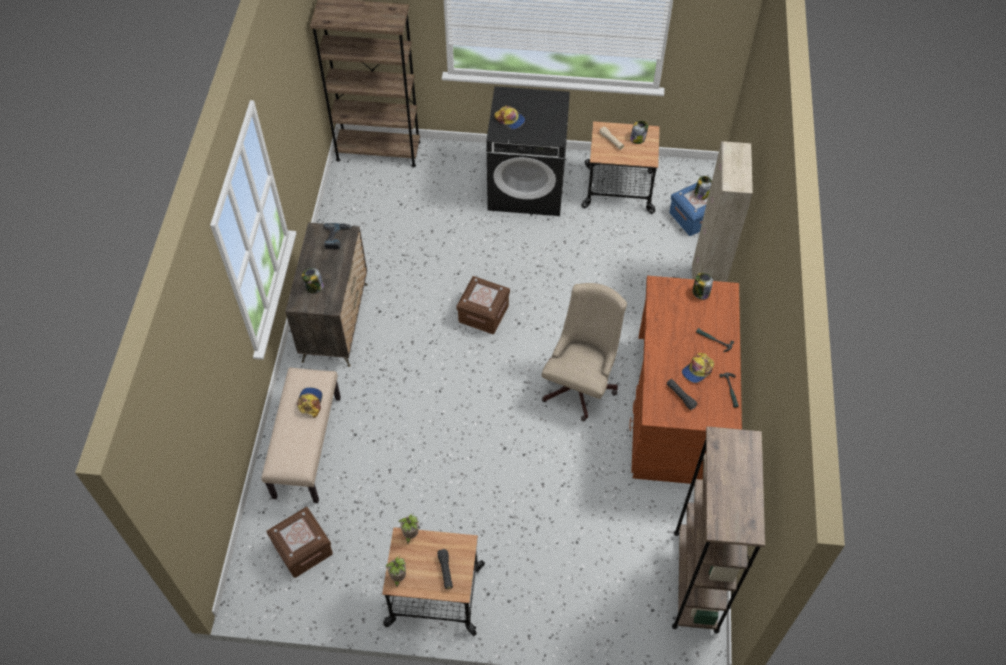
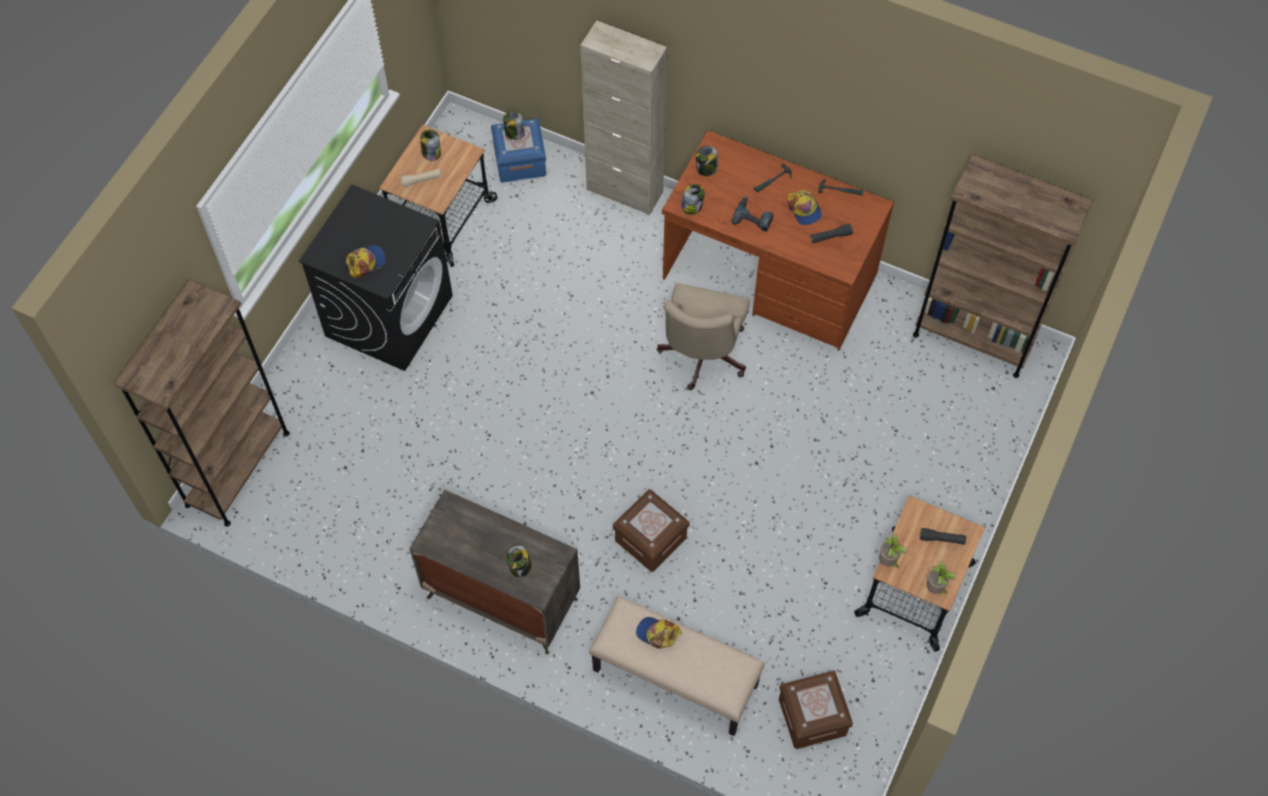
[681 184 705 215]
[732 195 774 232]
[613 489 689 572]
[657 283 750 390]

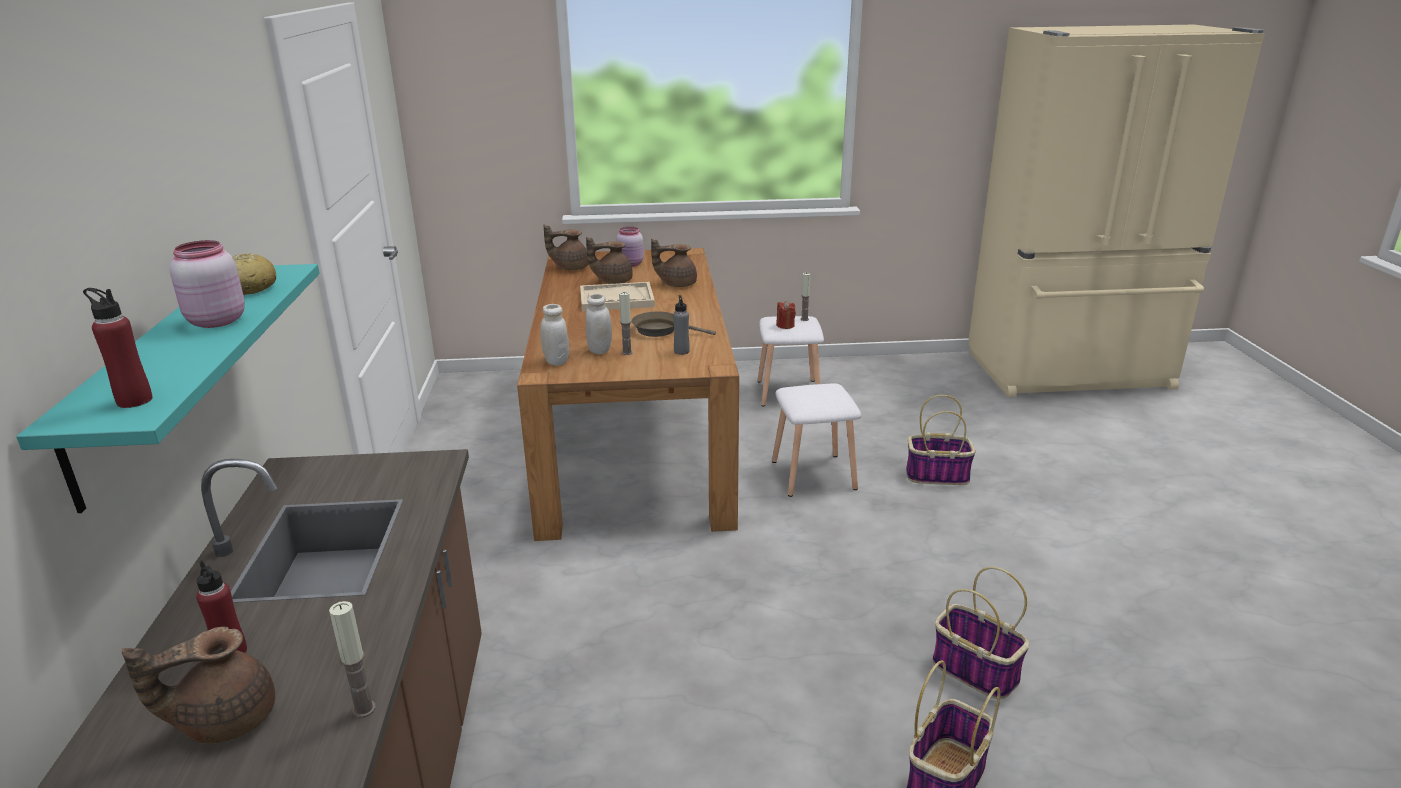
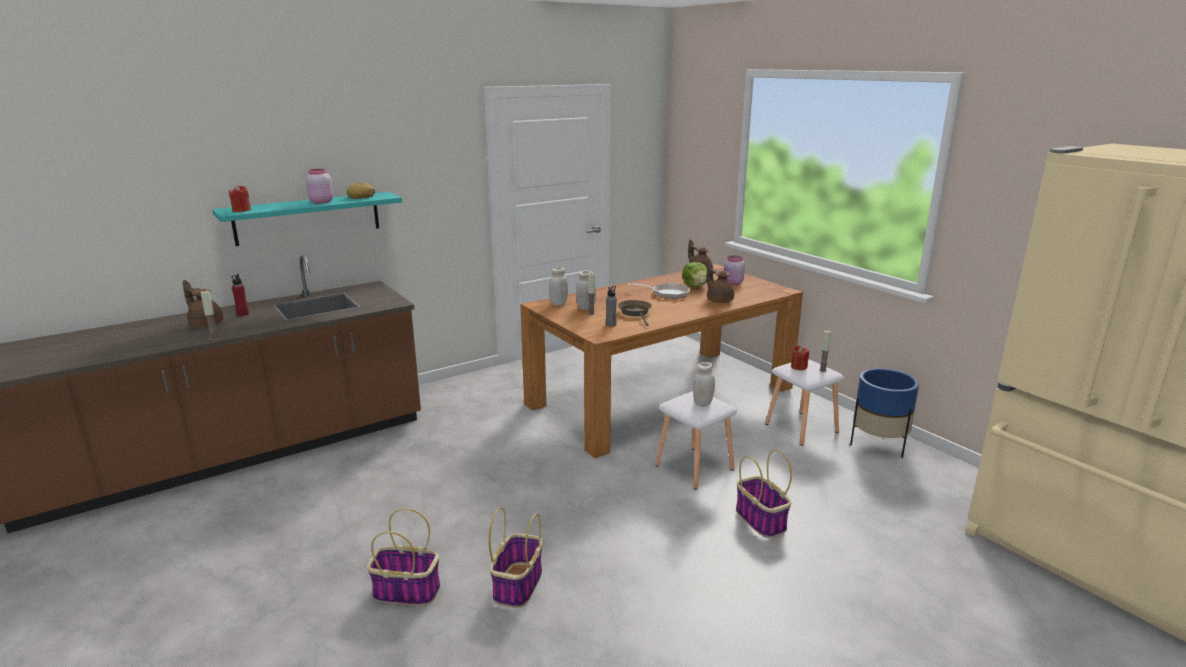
[693 362 715 407]
[850 368 919 458]
[228 185 251 212]
[628 283 690 299]
[682 262 707 287]

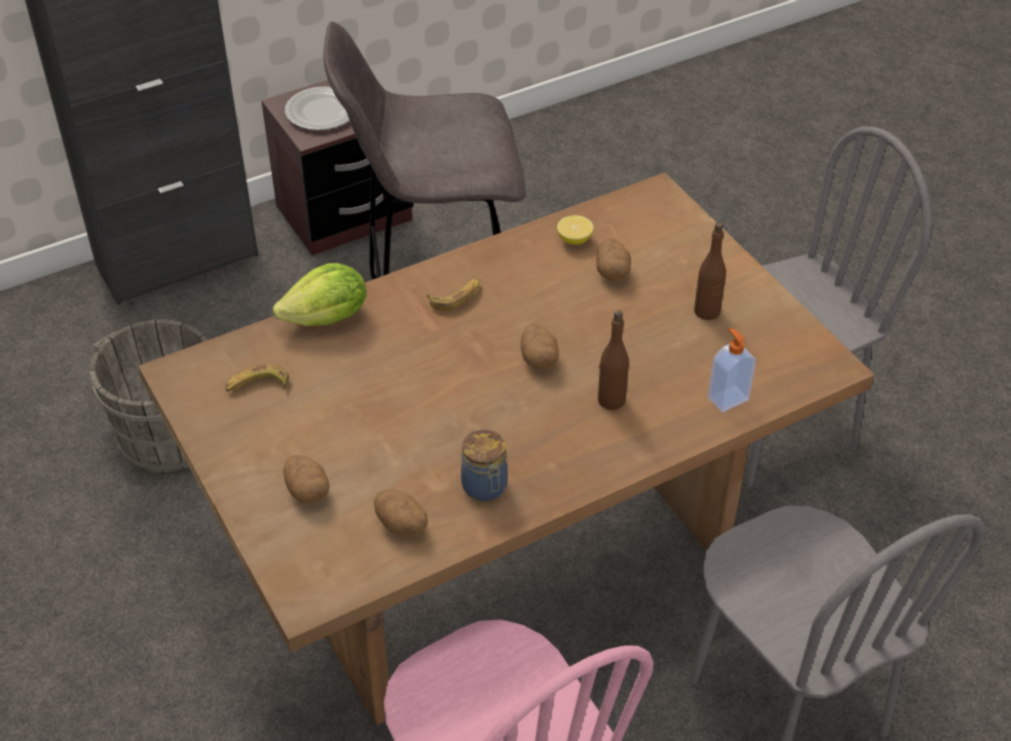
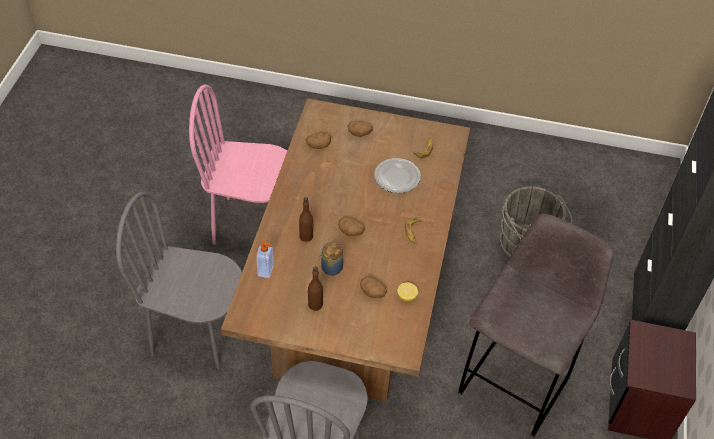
[273 263 367 326] (first image)
[374 158 421 193]
[319 242 343 276]

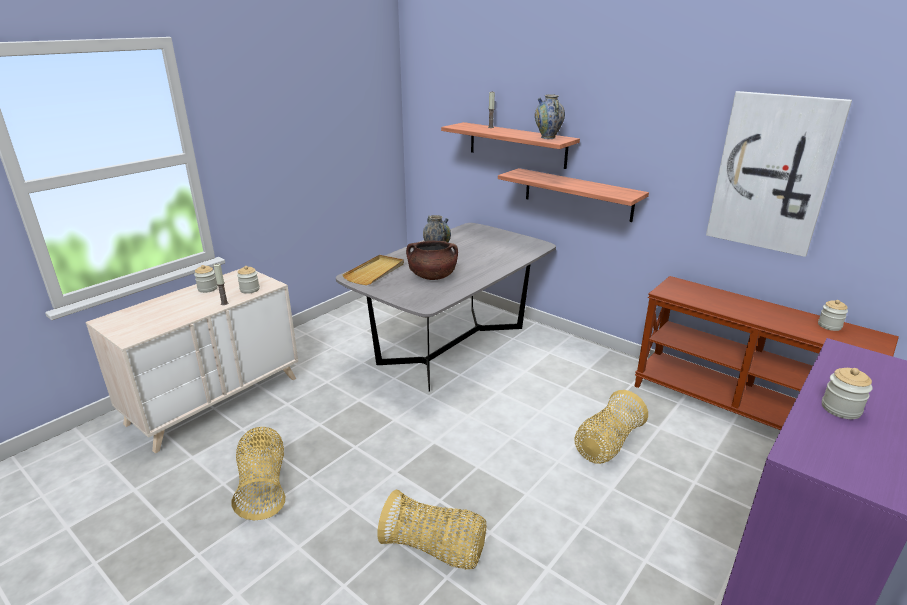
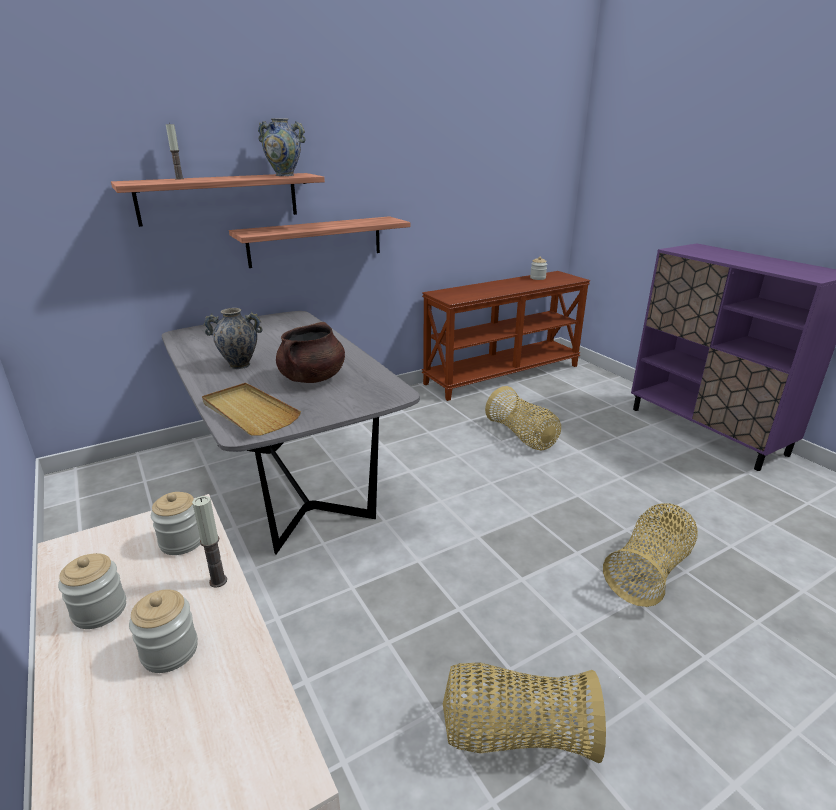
[706 91 852 257] (first image)
[129 589 198 673]

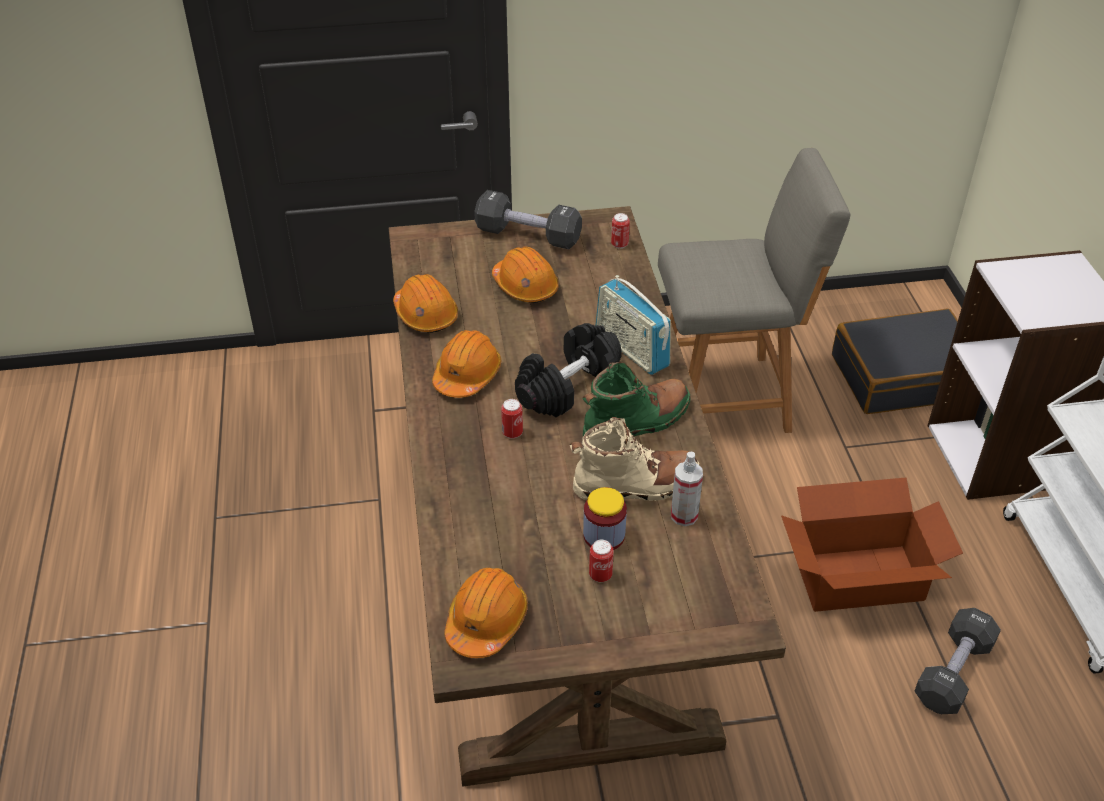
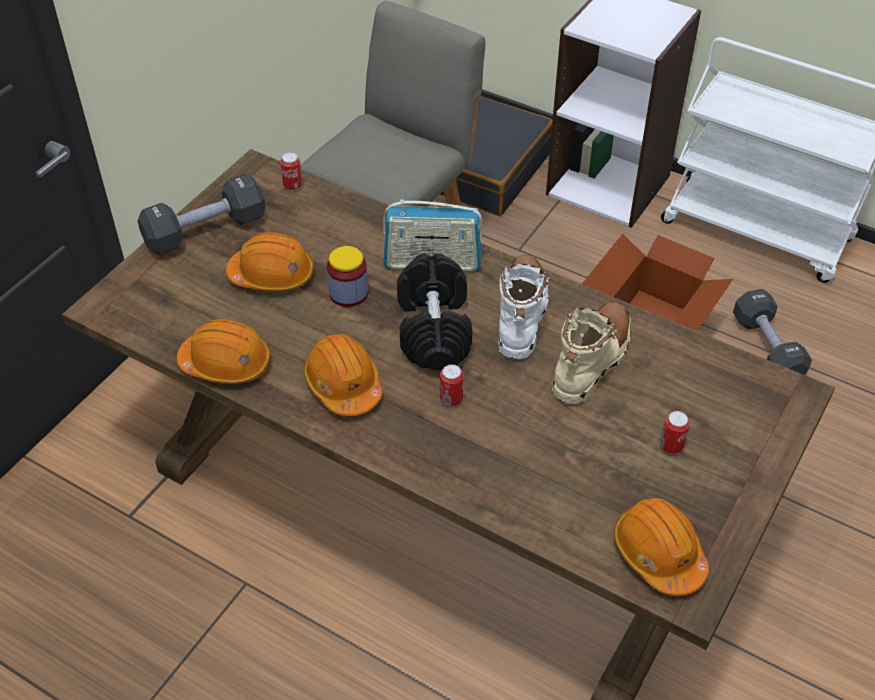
[671 452 703 526] (first image)
[327 246 368 307]
[498 255 550 360]

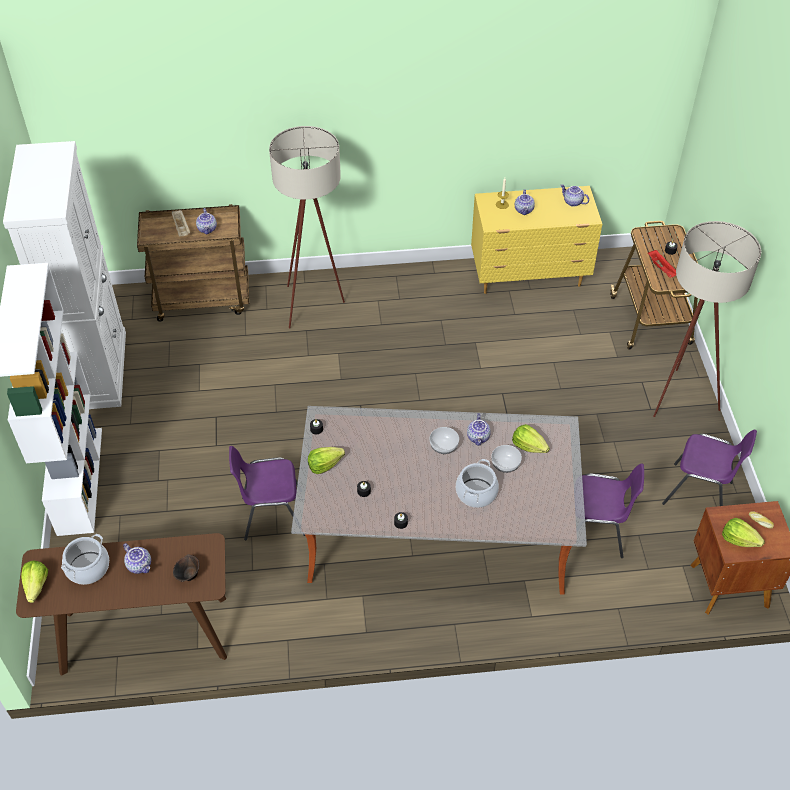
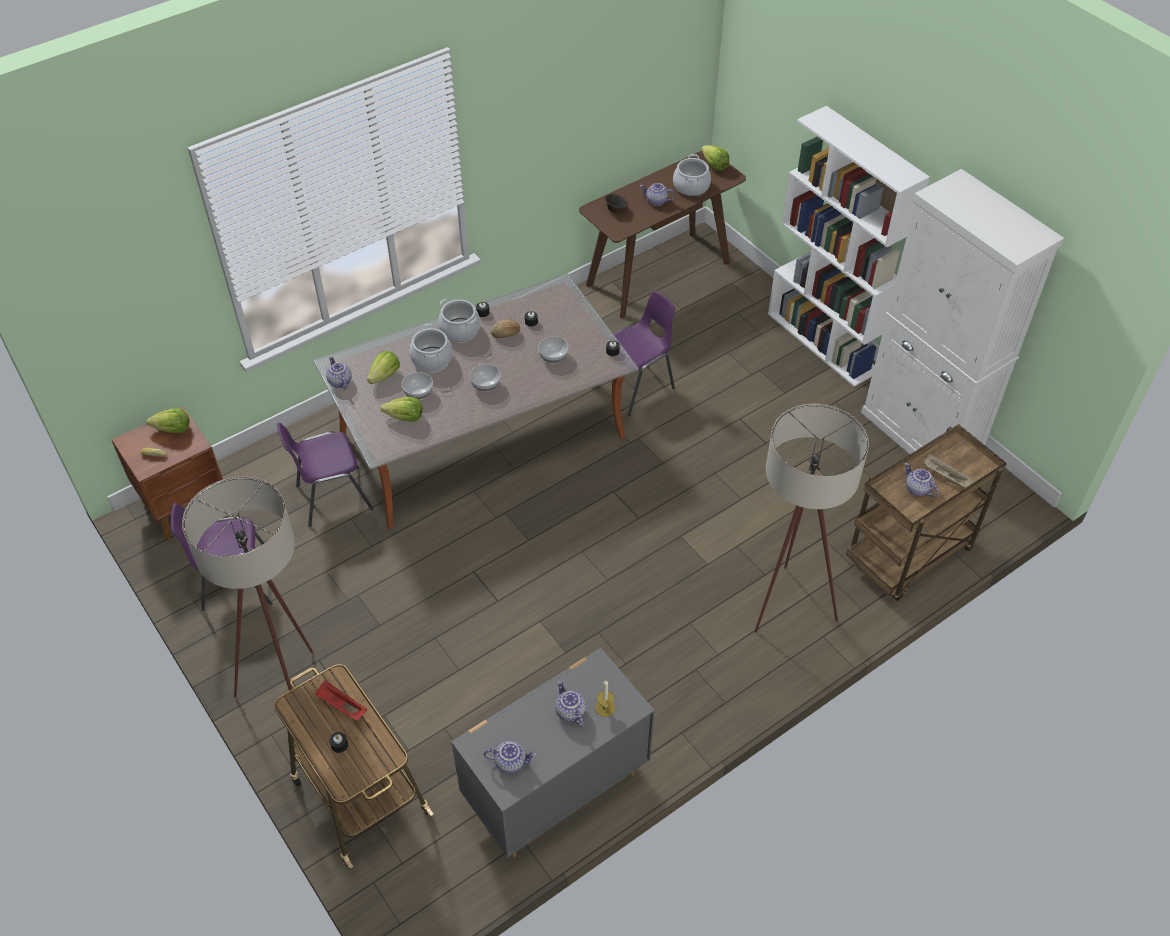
[438 299 480 342]
[491 320 520 338]
[538 336 569 363]
[367 351 400 384]
[326 356 352 389]
[451 648 655 858]

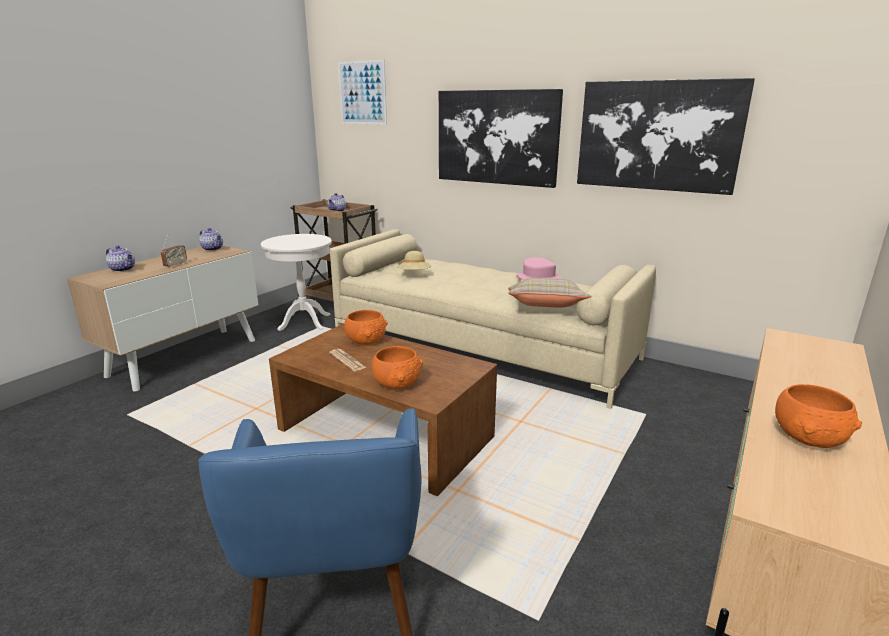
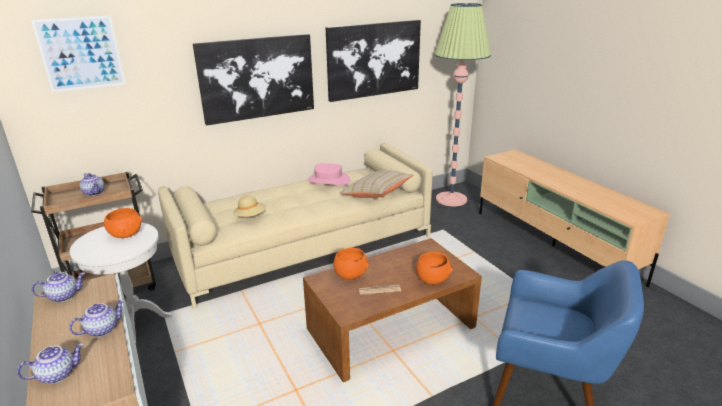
[434 3 491 207]
[104 208 142 238]
[69 300 125 337]

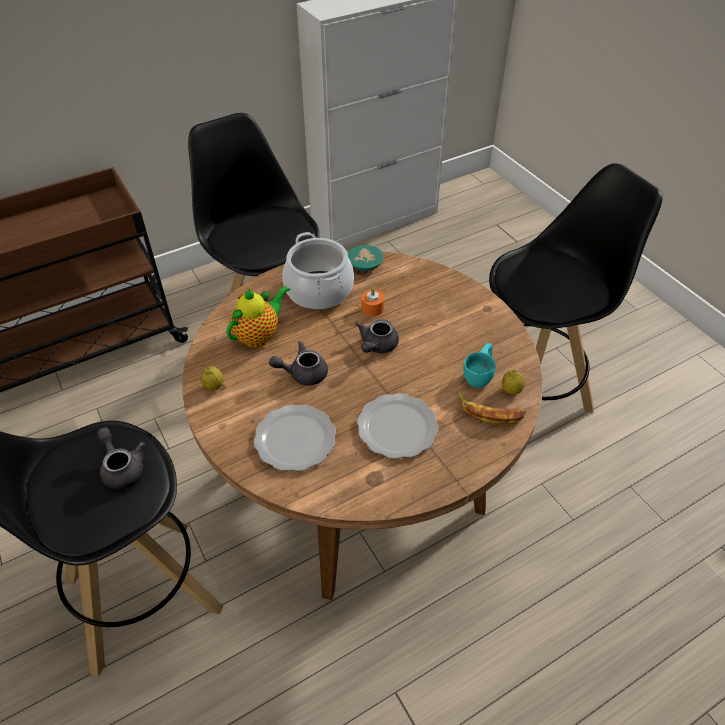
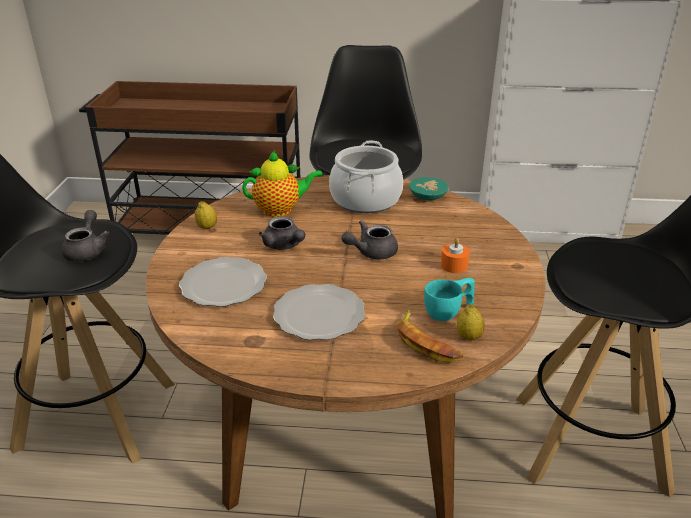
[441 238 470 273]
[259 216 305 250]

